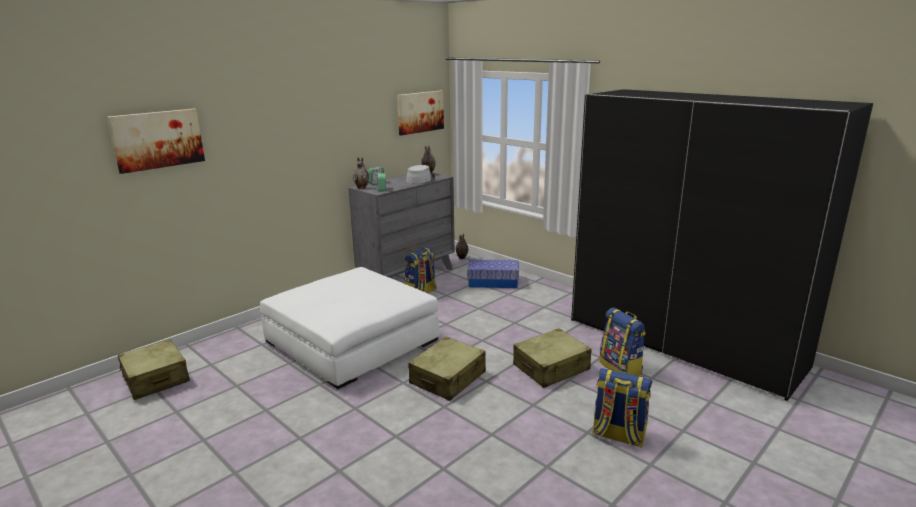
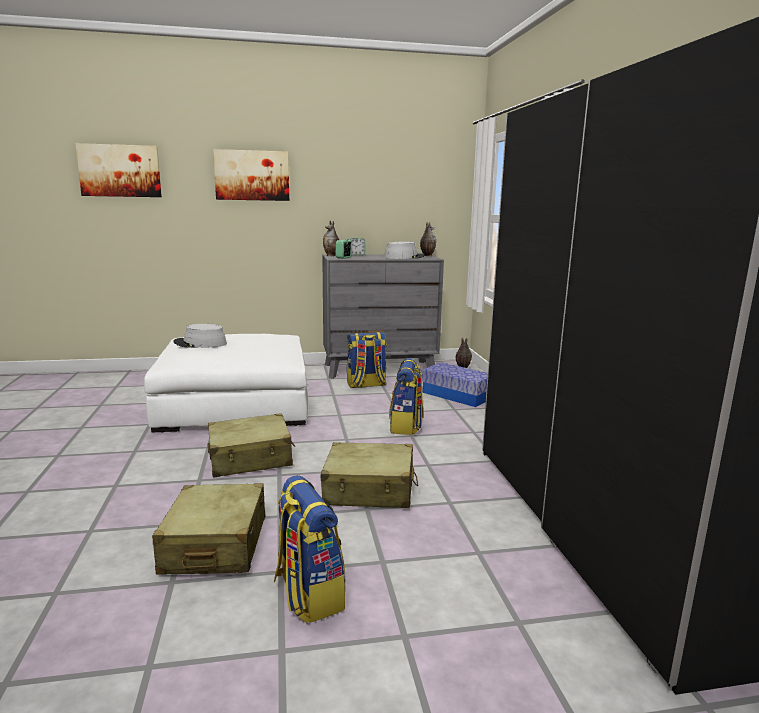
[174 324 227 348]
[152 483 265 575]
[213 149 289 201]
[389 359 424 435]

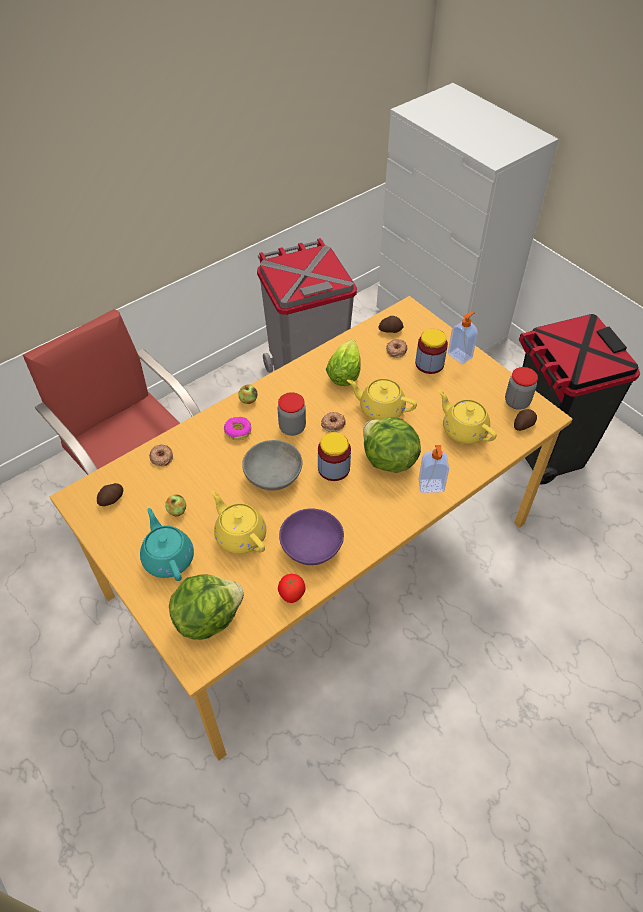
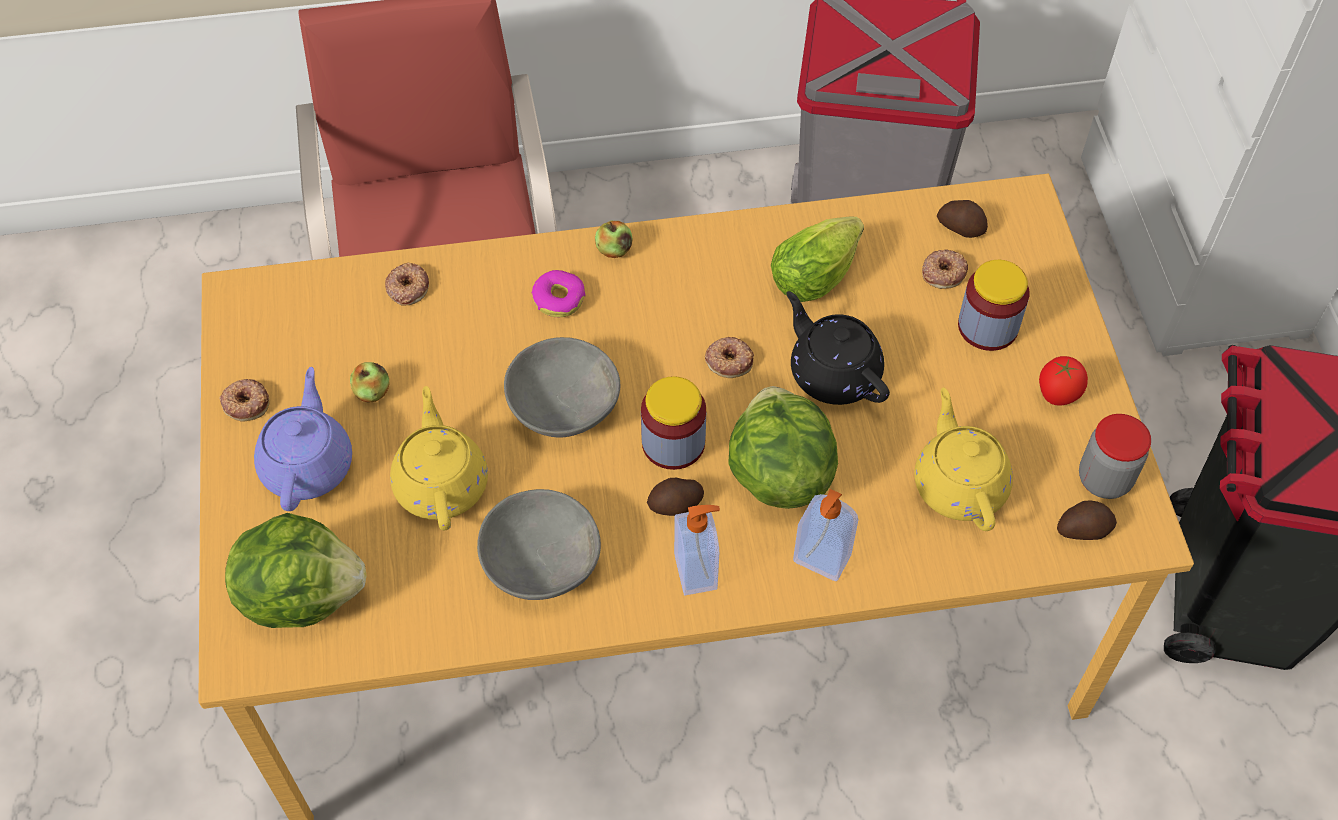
[278 392 306 436] (first image)
[219 379 270 421]
[647 478 704 516]
[1039 356 1088 405]
[674 505 720 595]
[254 367 352 511]
[477 489 601 600]
[786 291 890 405]

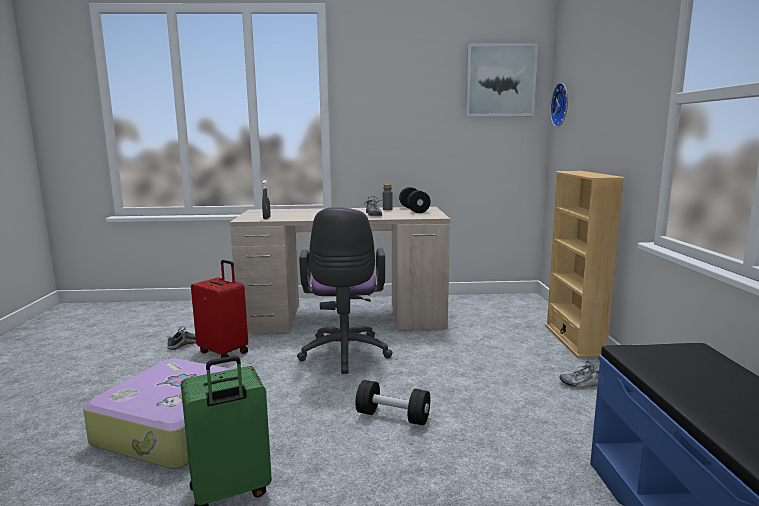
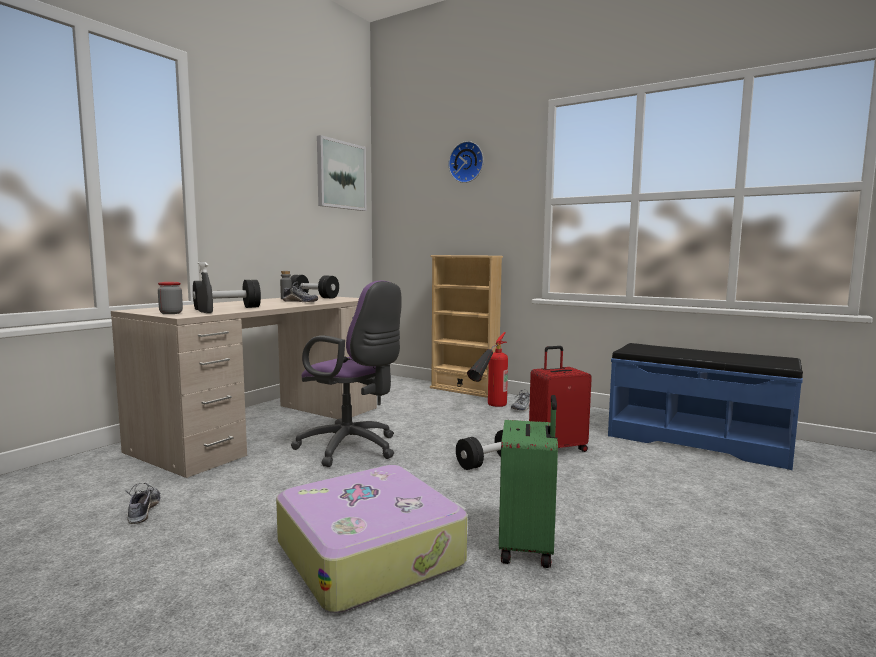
[158 282 183 314]
[193 280 261 310]
[467 332 508 407]
[529 346 592 452]
[449 141 484 183]

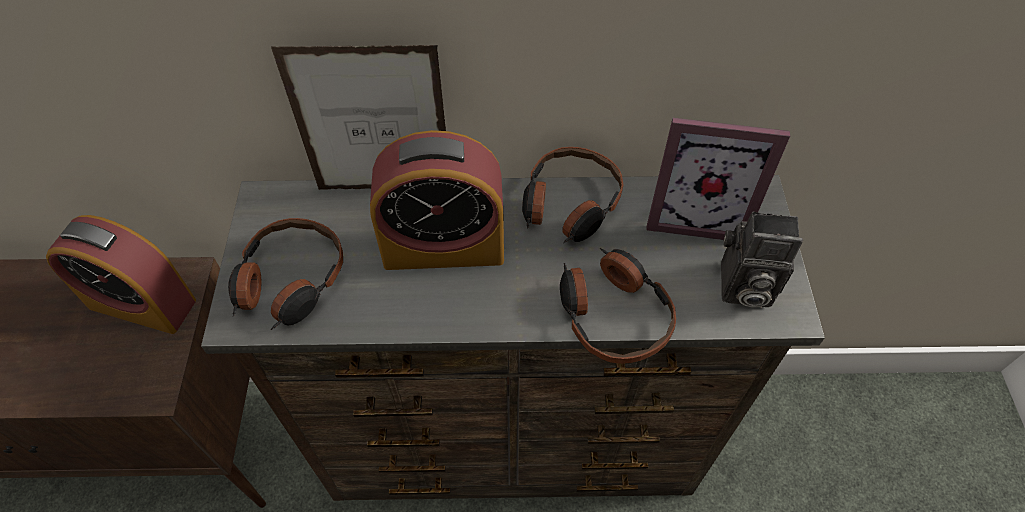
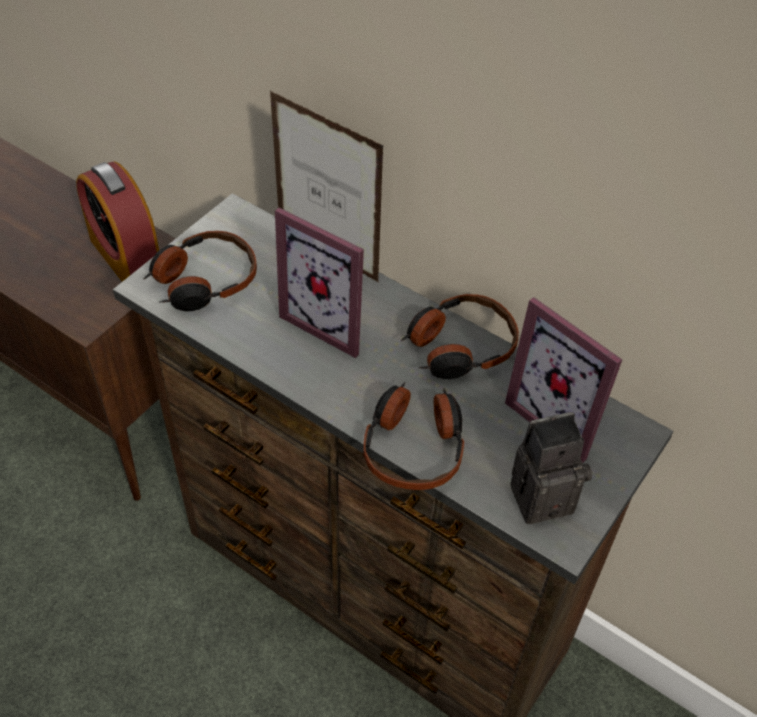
[275 208 364 358]
[510 412 592 524]

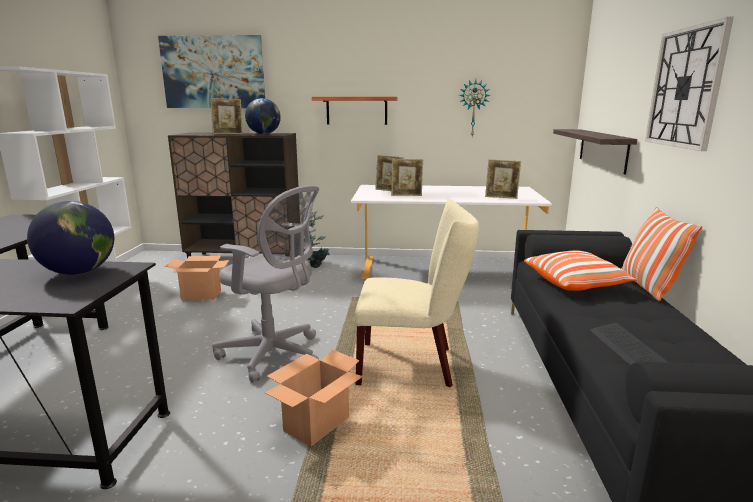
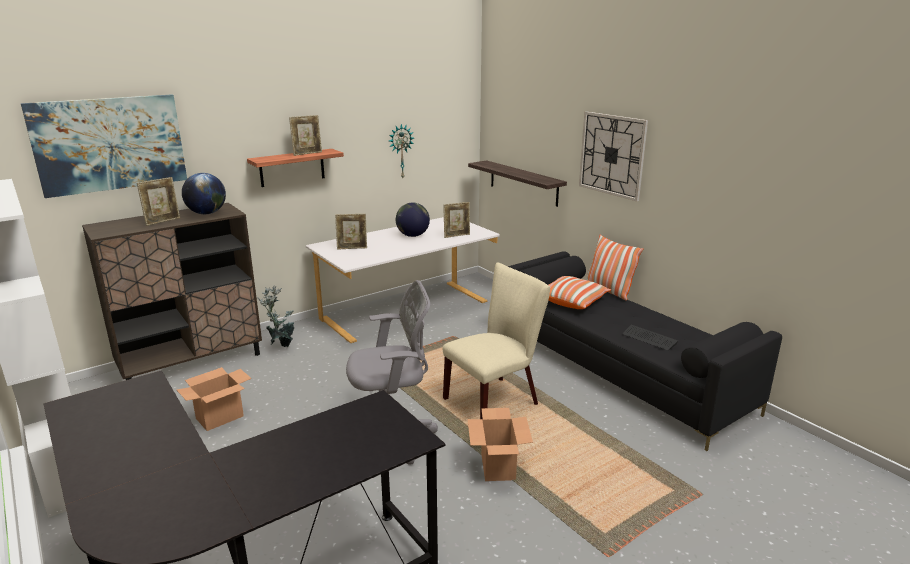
[396 203 430 237]
[289 115 322 156]

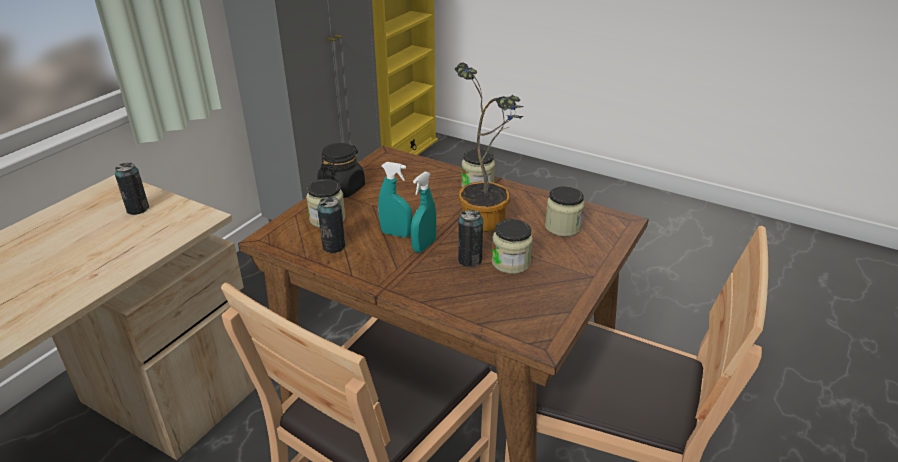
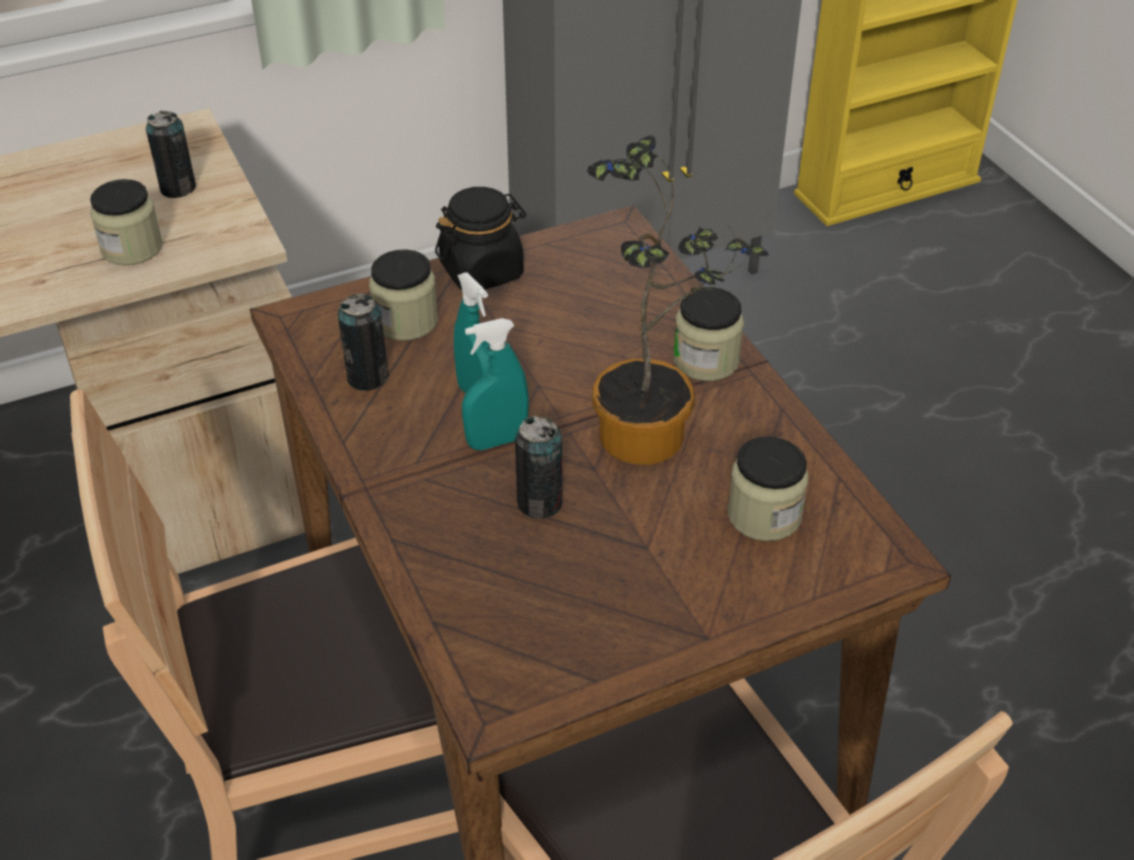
[90 179 163 265]

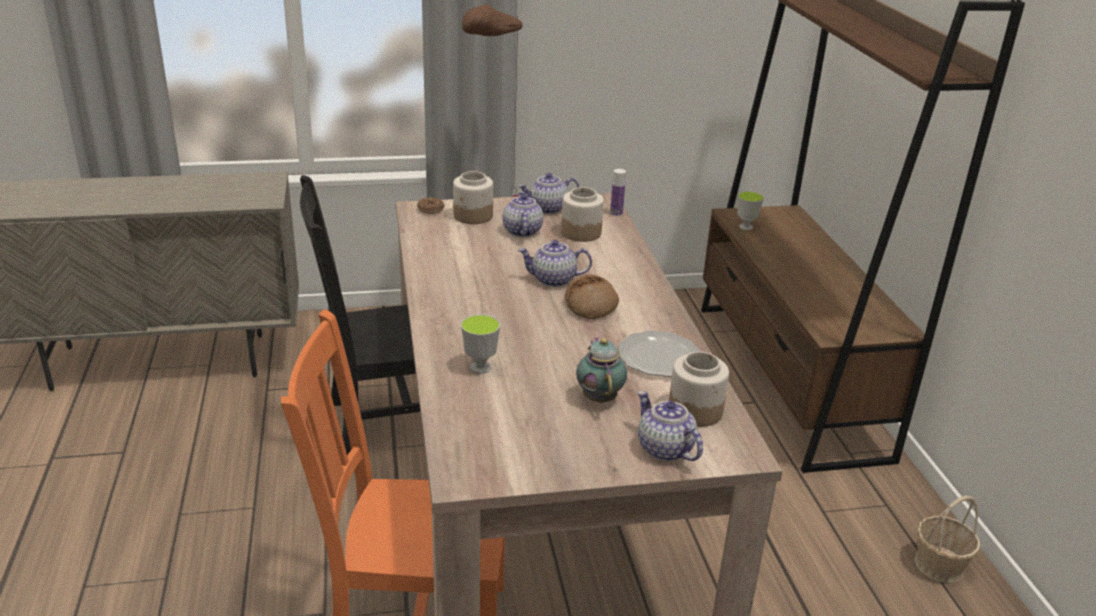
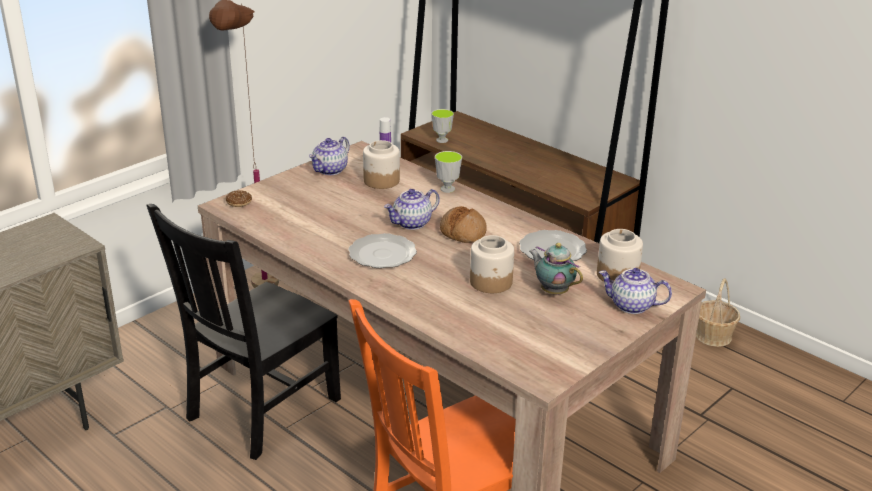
[503 191 543 237] (first image)
[348 233 417 268]
[470 235 514 293]
[435 151 462 193]

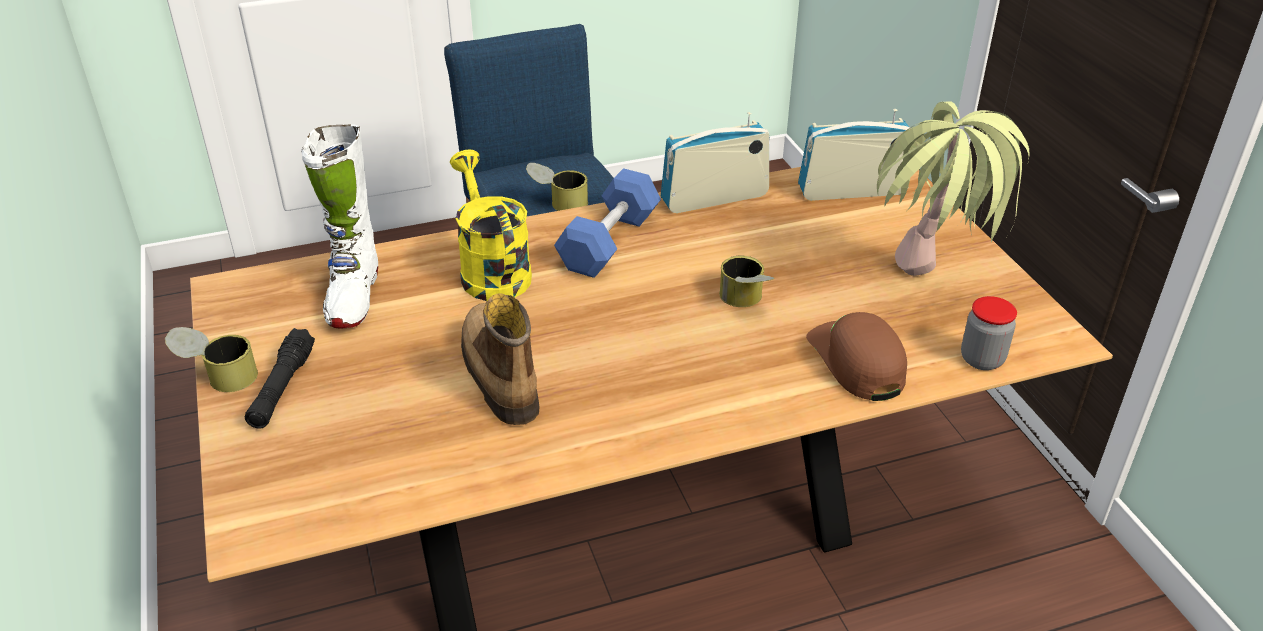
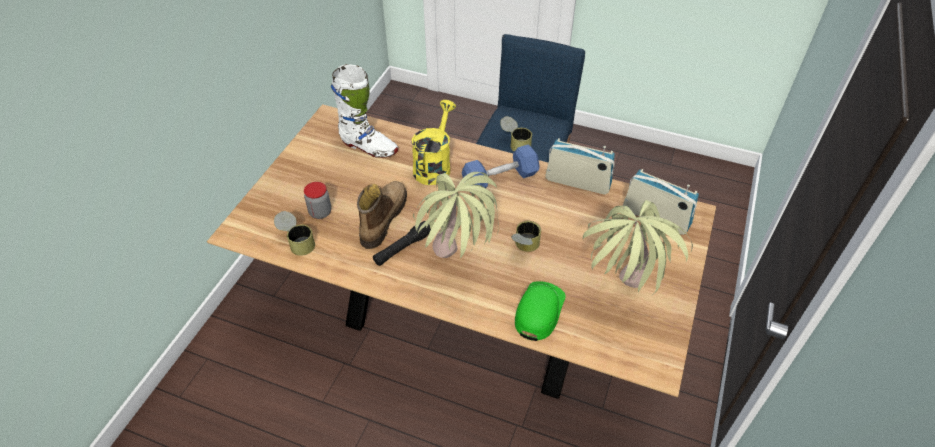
[413 172 499 258]
[274 211 315 256]
[373 221 431 266]
[304 182 331 219]
[515 281 566 341]
[331 64 398 158]

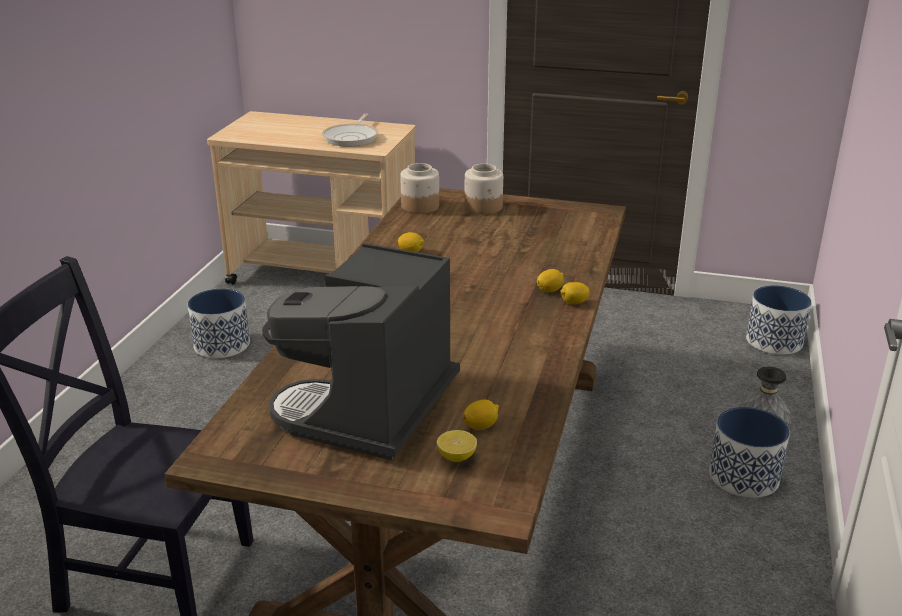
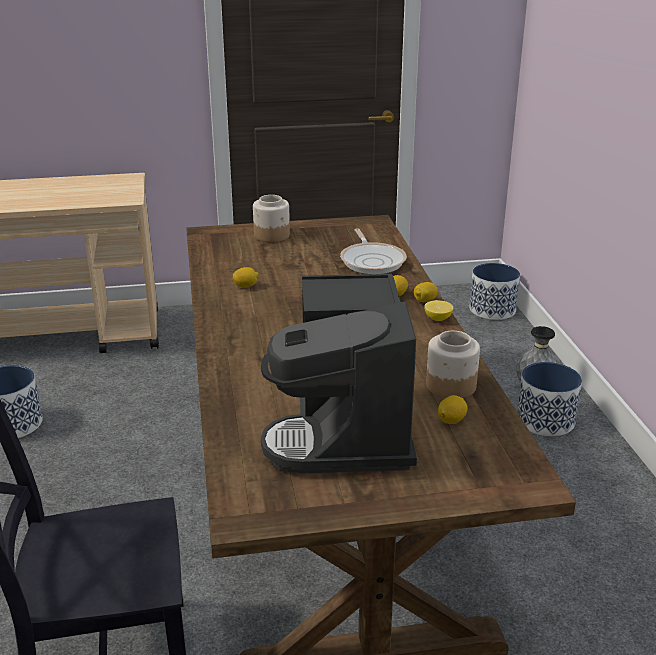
[340 228 407 274]
[426 331 480 398]
[424 300 453 321]

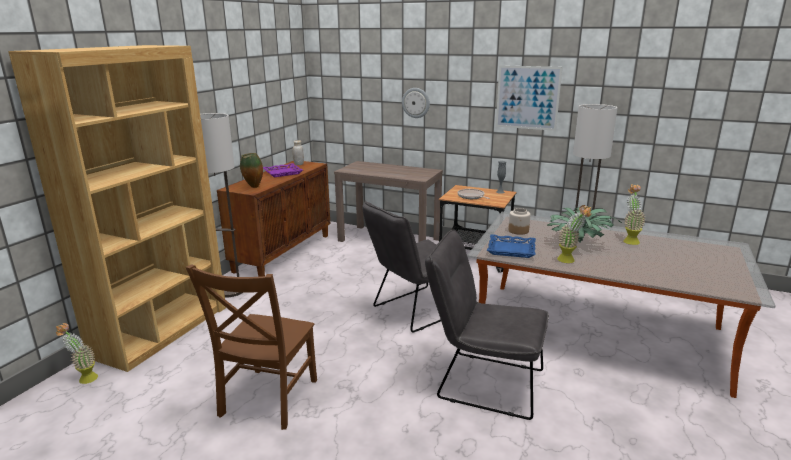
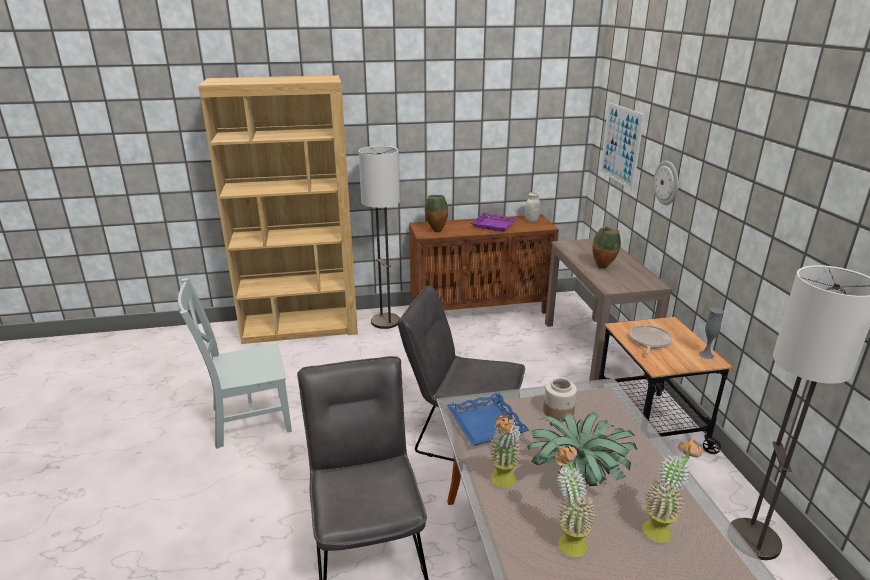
[592 227 621 269]
[555 446 597 557]
[600 102 645 190]
[178 279 292 449]

